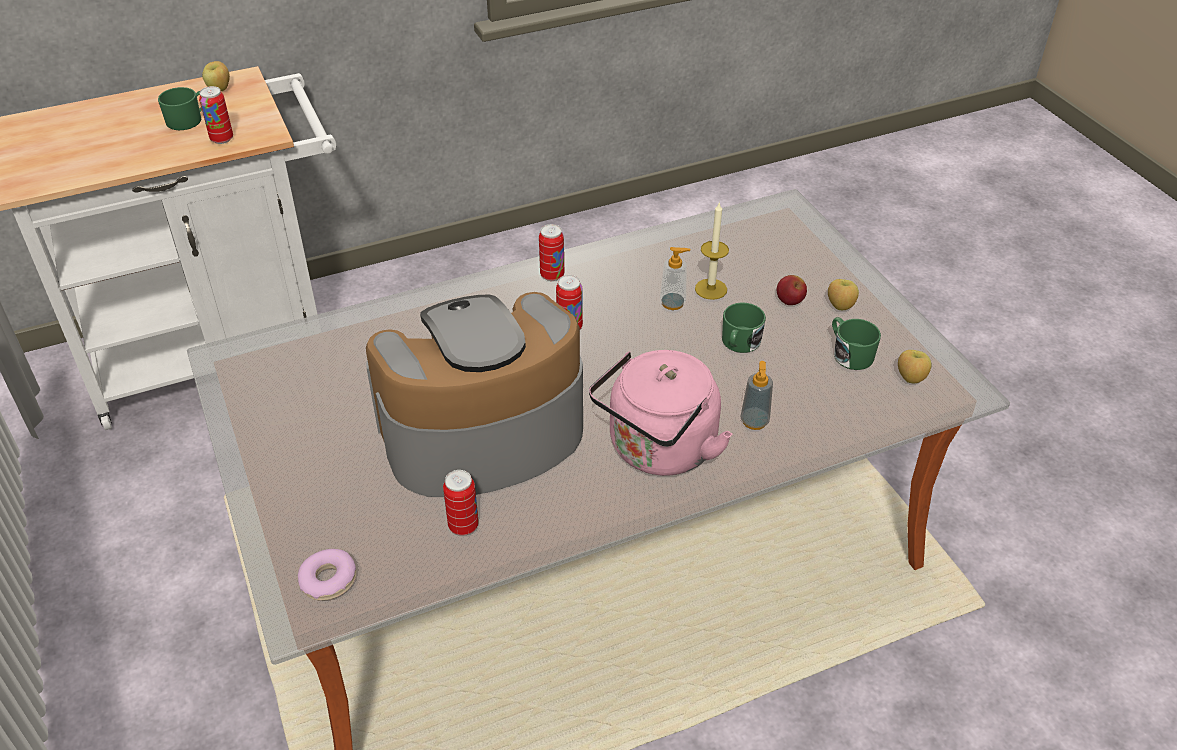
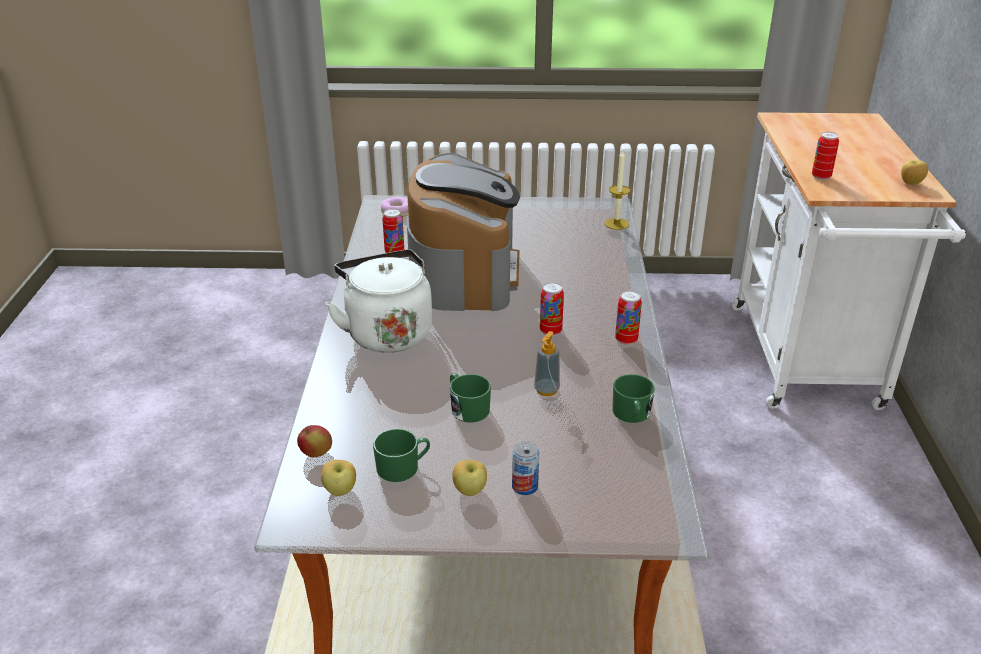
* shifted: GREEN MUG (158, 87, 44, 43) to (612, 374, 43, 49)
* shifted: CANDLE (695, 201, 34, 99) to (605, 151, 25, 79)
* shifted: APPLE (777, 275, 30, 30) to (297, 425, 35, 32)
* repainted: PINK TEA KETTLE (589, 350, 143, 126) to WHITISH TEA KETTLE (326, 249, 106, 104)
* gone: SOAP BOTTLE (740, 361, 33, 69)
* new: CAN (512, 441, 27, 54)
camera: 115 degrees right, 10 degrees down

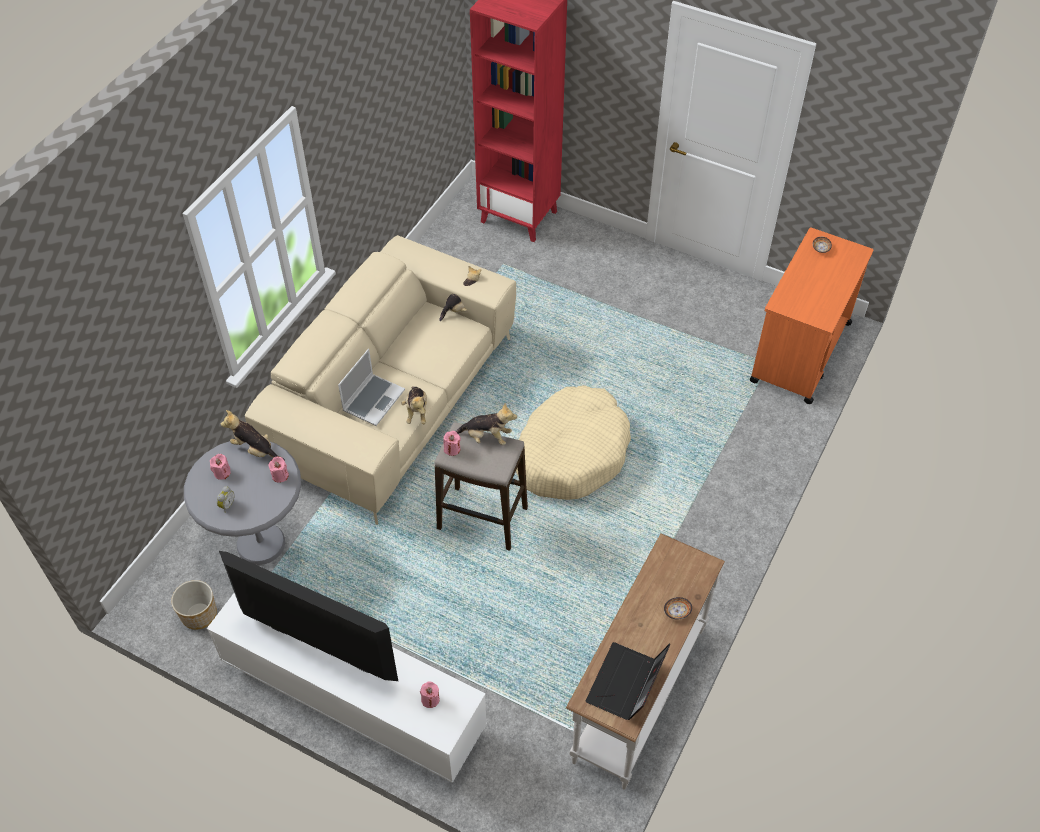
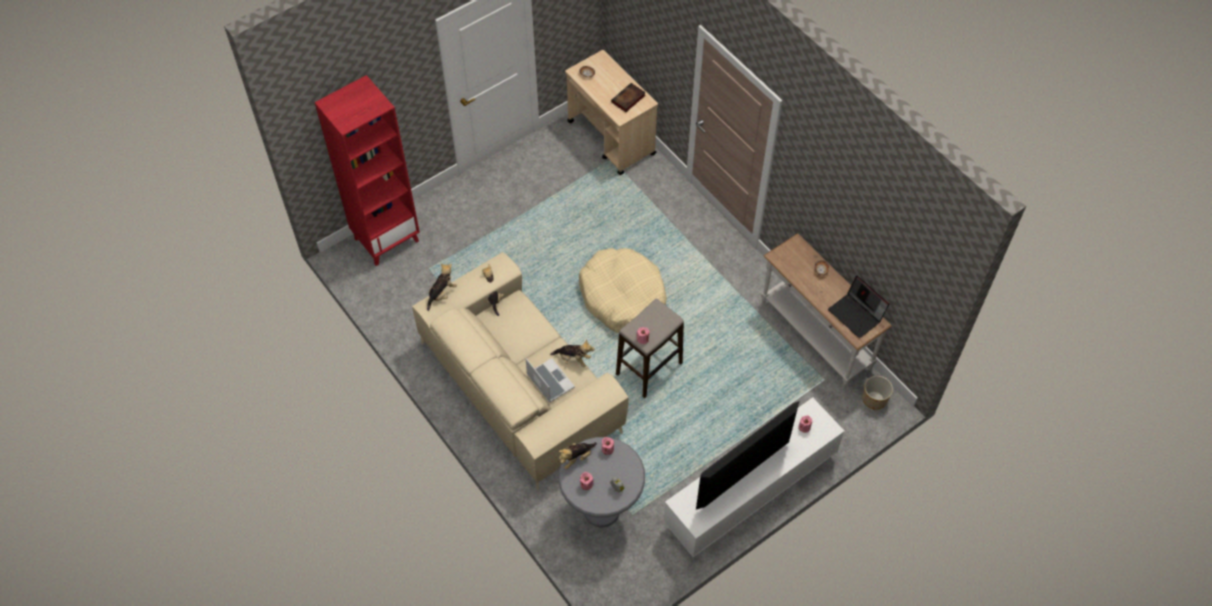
* repainted: ORANGE-COLOURED TROLLEY (749, 228, 124, 176) to BEIGE TROLLEY (565, 50, 93, 125)
* shifted: PLUSH TOY (455, 403, 62, 42) to (427, 264, 30, 47)
* shifted: PLANT POT (171, 580, 46, 50) to (862, 376, 31, 34)
* new: BOUND BOOK (611, 83, 35, 29)
camera: 65 degrees left, 5 degrees up

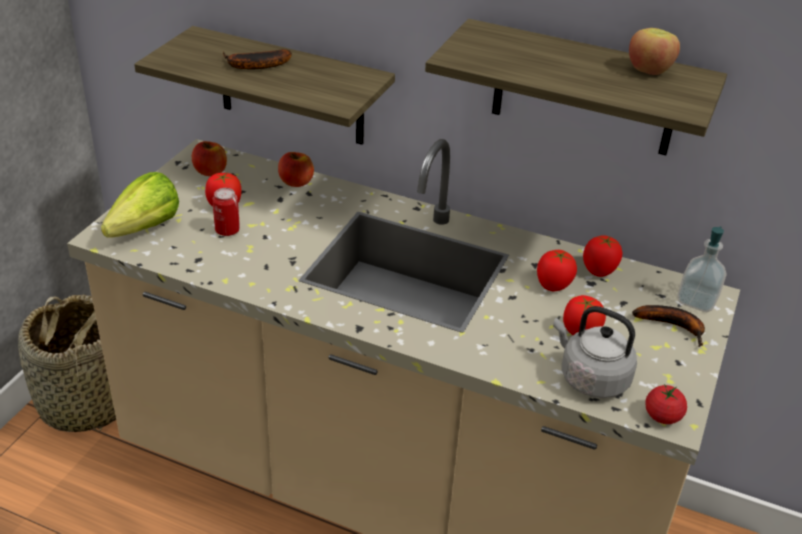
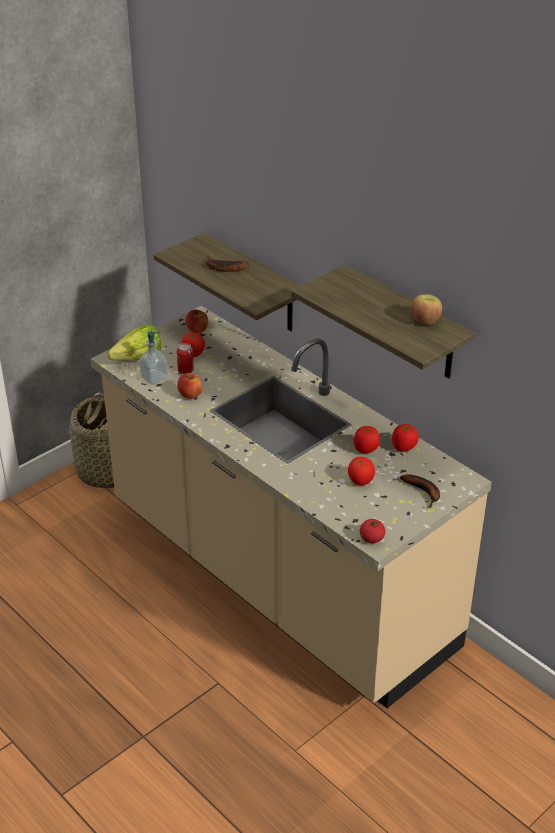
* shifted: APPLE (278, 152, 36, 35) to (177, 373, 25, 26)
* shifted: SOAP BOTTLE (677, 226, 49, 86) to (139, 331, 29, 53)
* gone: GREY TEA KETTLE (553, 306, 84, 92)
camera: 25 degrees right, 0 degrees up

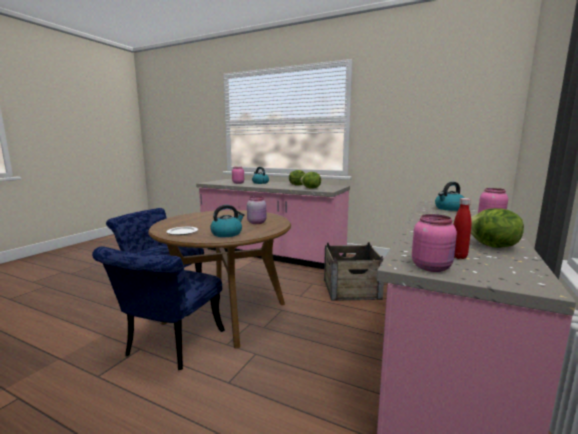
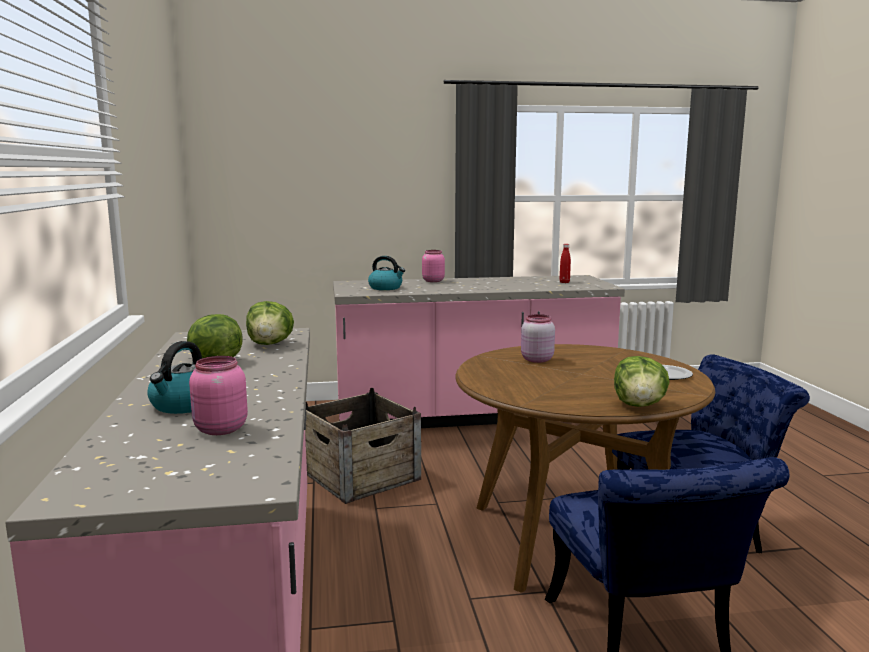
* gone: TEA KETTLE (210, 205, 34, 32)
* shifted: LETTUCE (471, 208, 53, 40) to (614, 356, 56, 51)
* gone: PINK STORAGE JAR (412, 214, 45, 58)
camera: 125 degrees left, 0 degrees up

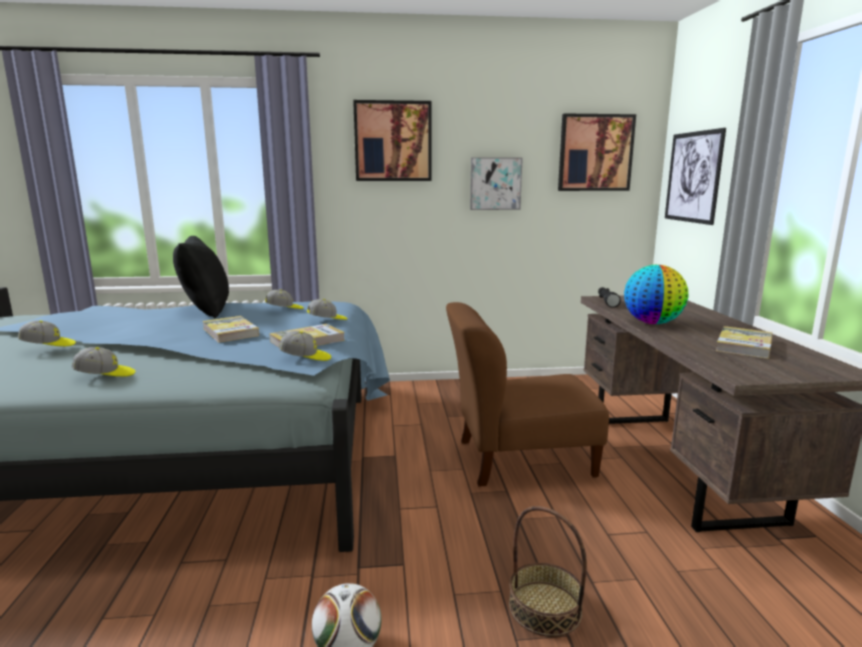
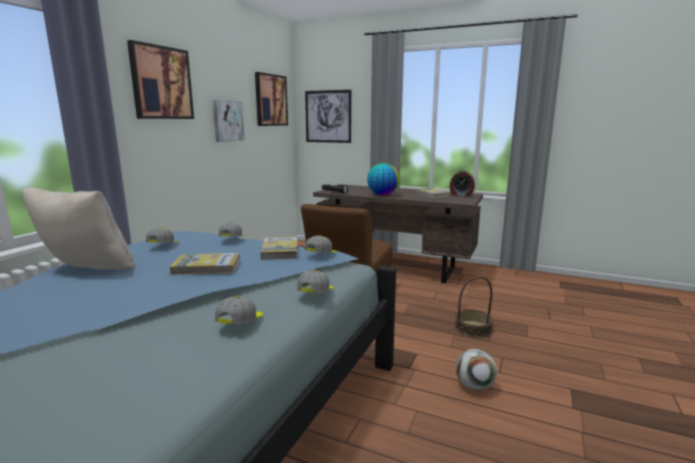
* repainted: BLACKISH THROW PILLOW (173, 236, 56, 83) to BEIGE THROW PILLOW (22, 187, 113, 83)
* shifted: PEAKED CAP (18, 321, 58, 25) to (297, 270, 37, 23)
* new: TABLE CLOCK (450, 171, 25, 25)
camera: 60 degrees left, 0 degrees up

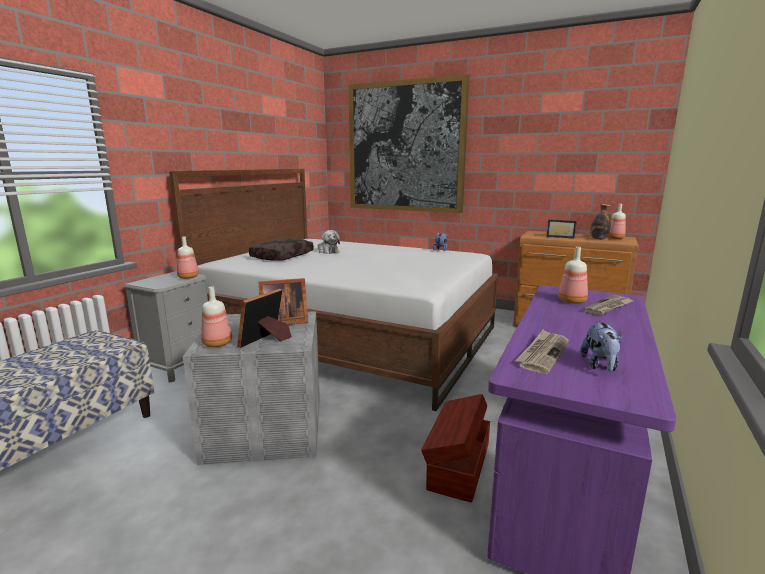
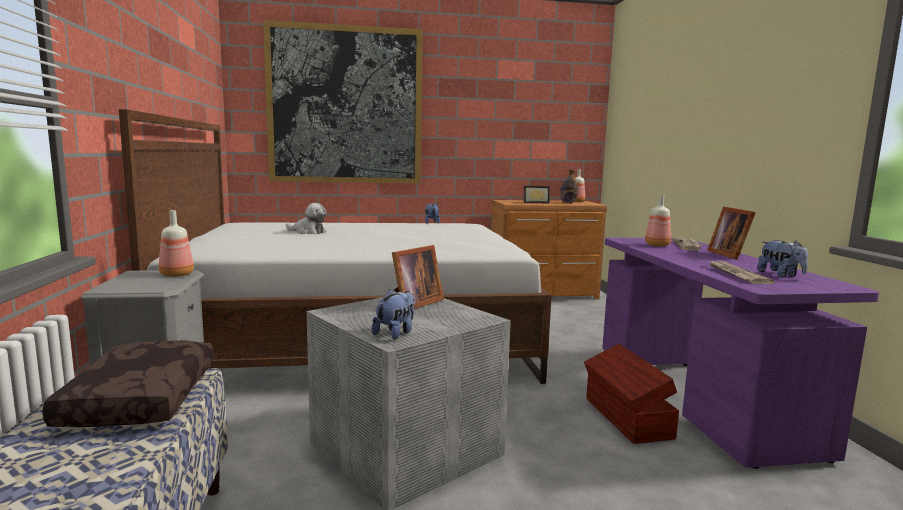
* shifted: BROWN-COLOURED THROW PILLOW (249, 238, 65, 23) to (42, 340, 172, 87)
* swapped: DRINK BOTTLE (201, 287, 31, 60) to PLUSH TOY (371, 289, 44, 51)
* shifted: PHOTO FRAME (237, 288, 55, 60) to (707, 206, 49, 54)
camera: 35 degrees left, 5 degrees down

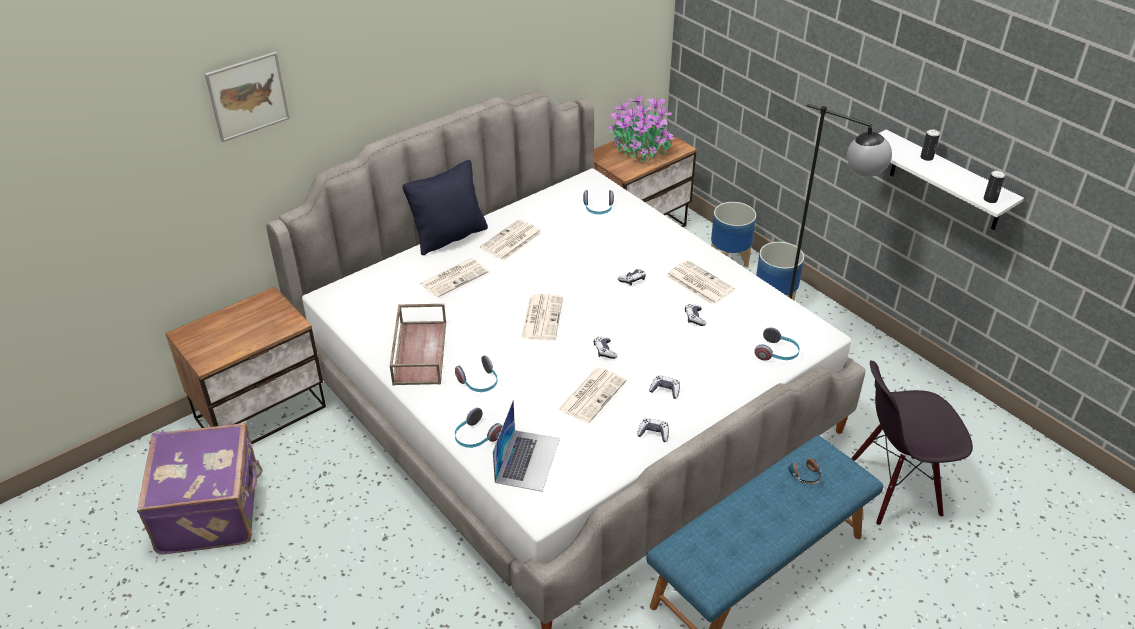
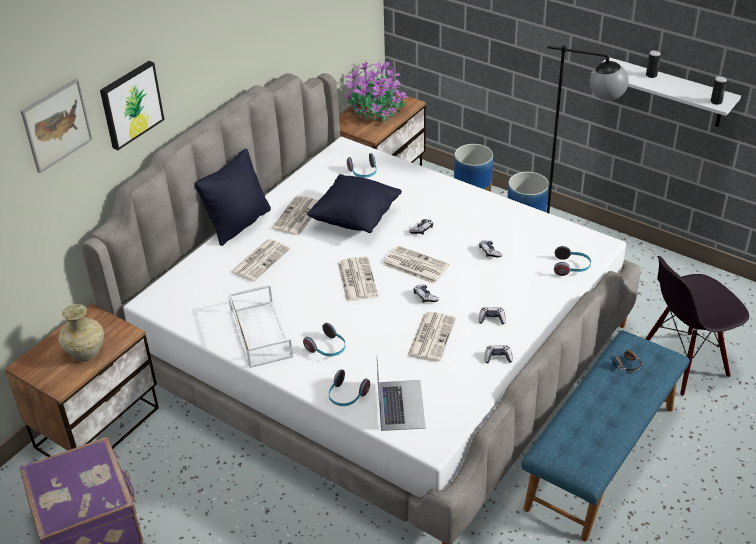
* shifted: NEWSPAPER (666, 260, 69, 45) to (383, 246, 66, 38)
* repainted: BROWN-COLOURED CARRYING TRAY (390, 304, 56, 81) to WHITISH CARRYING TRAY (228, 285, 65, 83)
* new: PICTURE (100, 61, 64, 89)
* new: BLACKISH THROW PILLOW (307, 174, 95, 59)
* new: BEIGE VASE (59, 304, 45, 58)
camera: 15 degrees left, 0 degrees up

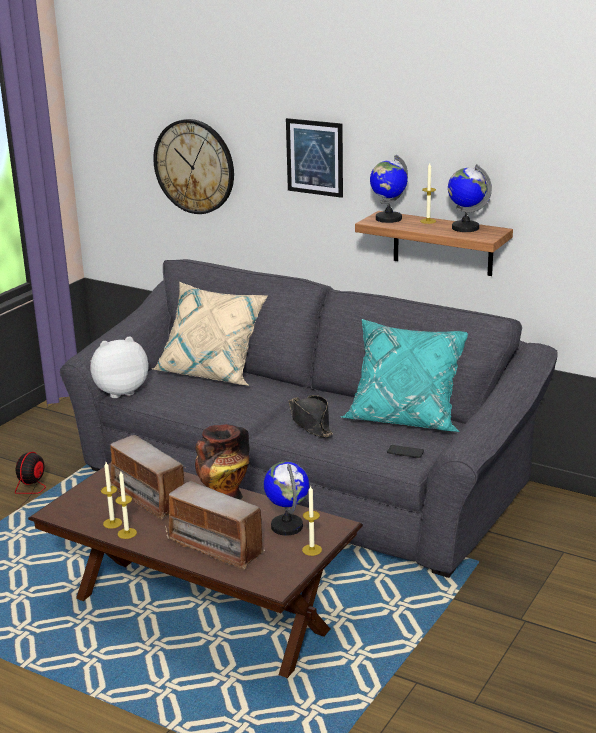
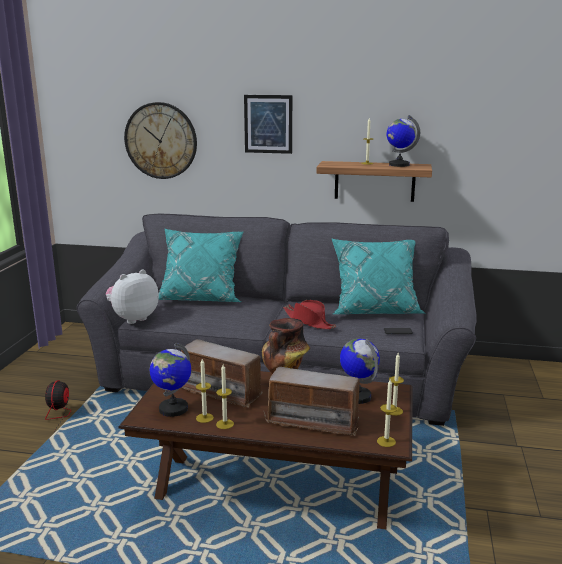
* shifted: DESK GLOBE (370, 155, 38, 68) to (150, 343, 41, 74)
* repainted: BEIGE THROW PILLOW (152, 282, 115, 104) to TURQUOISE-COLOURED THROW PILLOW (158, 229, 85, 73)
* repainted: BLACKISH HAT (289, 395, 44, 42) to REDDISH HAT (283, 300, 53, 29)
* new: CANDLE (377, 379, 20, 68)
camera: 20 degrees left, 5 degrees down

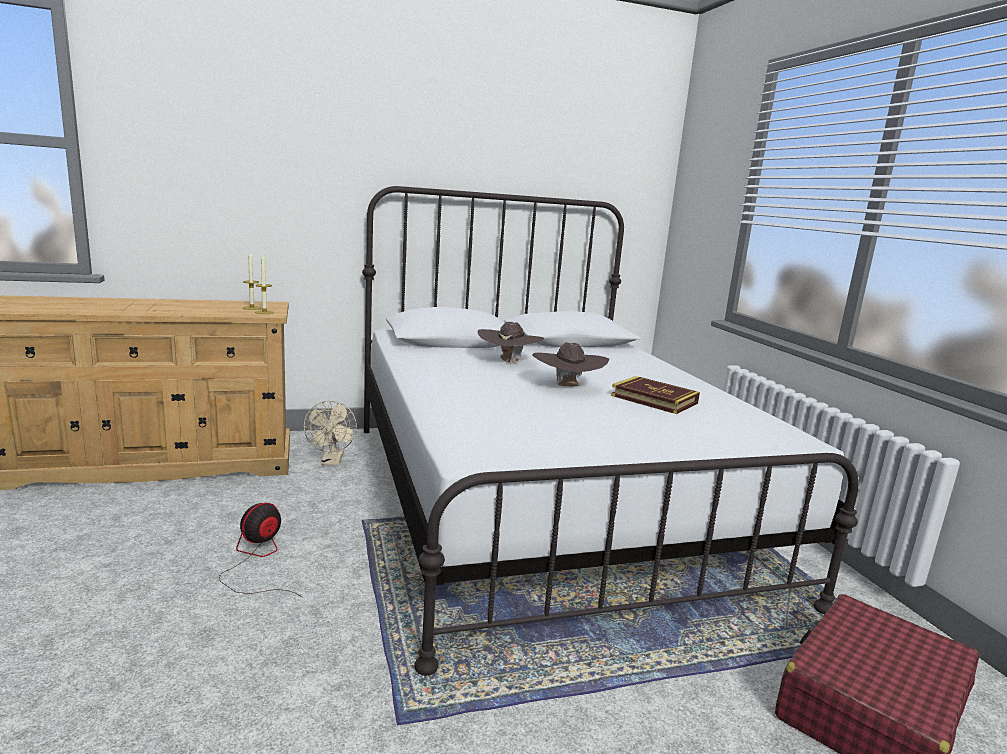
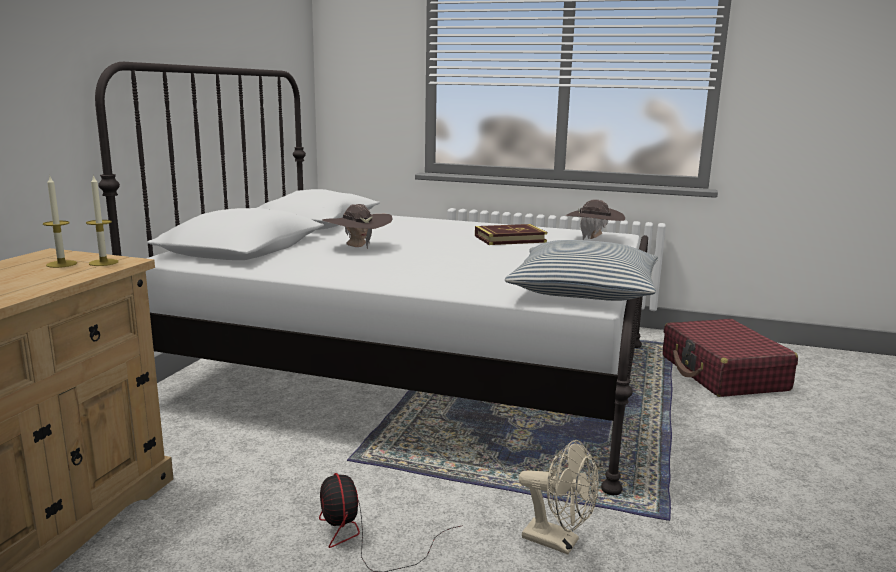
* shifted: BROWN-COLOURED HAT (532, 342, 77, 44) to (566, 200, 59, 40)
* shifted: BEIGE FAN (304, 401, 53, 65) to (519, 440, 80, 115)
* new: THROW PILLOW (505, 240, 153, 61)
camera: 55 degrees left, 0 degrees up

